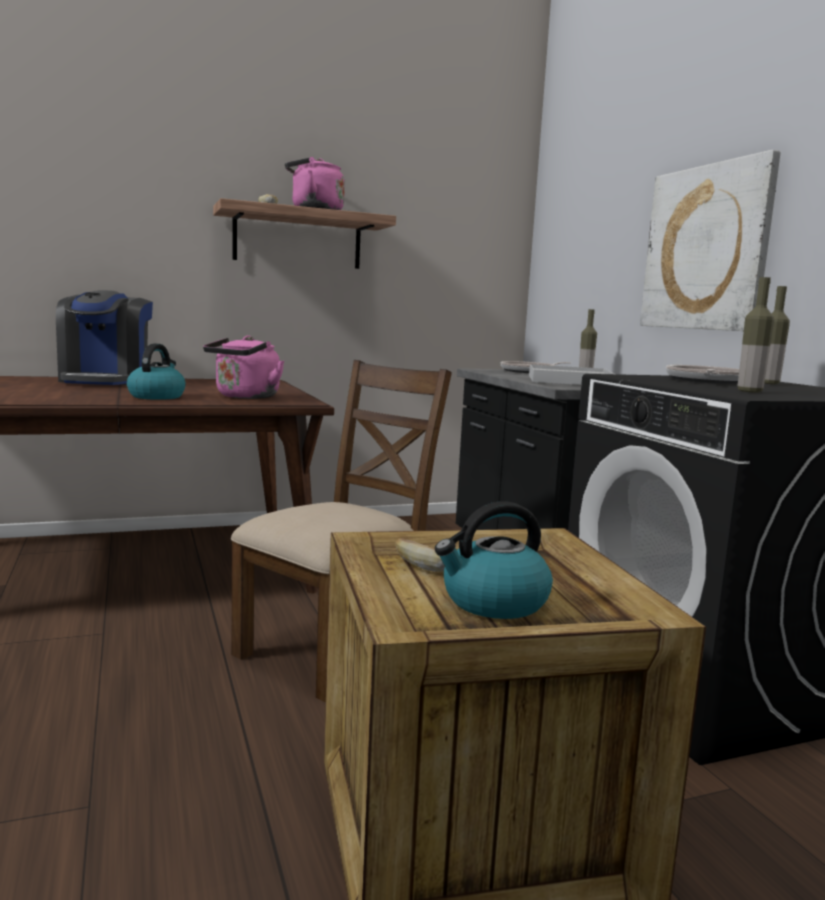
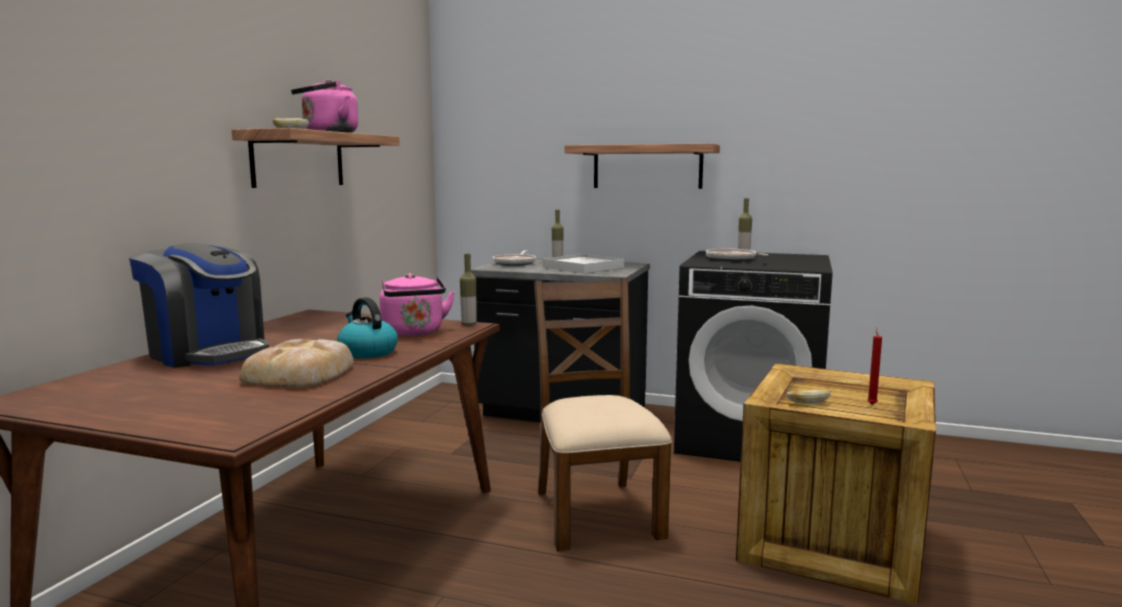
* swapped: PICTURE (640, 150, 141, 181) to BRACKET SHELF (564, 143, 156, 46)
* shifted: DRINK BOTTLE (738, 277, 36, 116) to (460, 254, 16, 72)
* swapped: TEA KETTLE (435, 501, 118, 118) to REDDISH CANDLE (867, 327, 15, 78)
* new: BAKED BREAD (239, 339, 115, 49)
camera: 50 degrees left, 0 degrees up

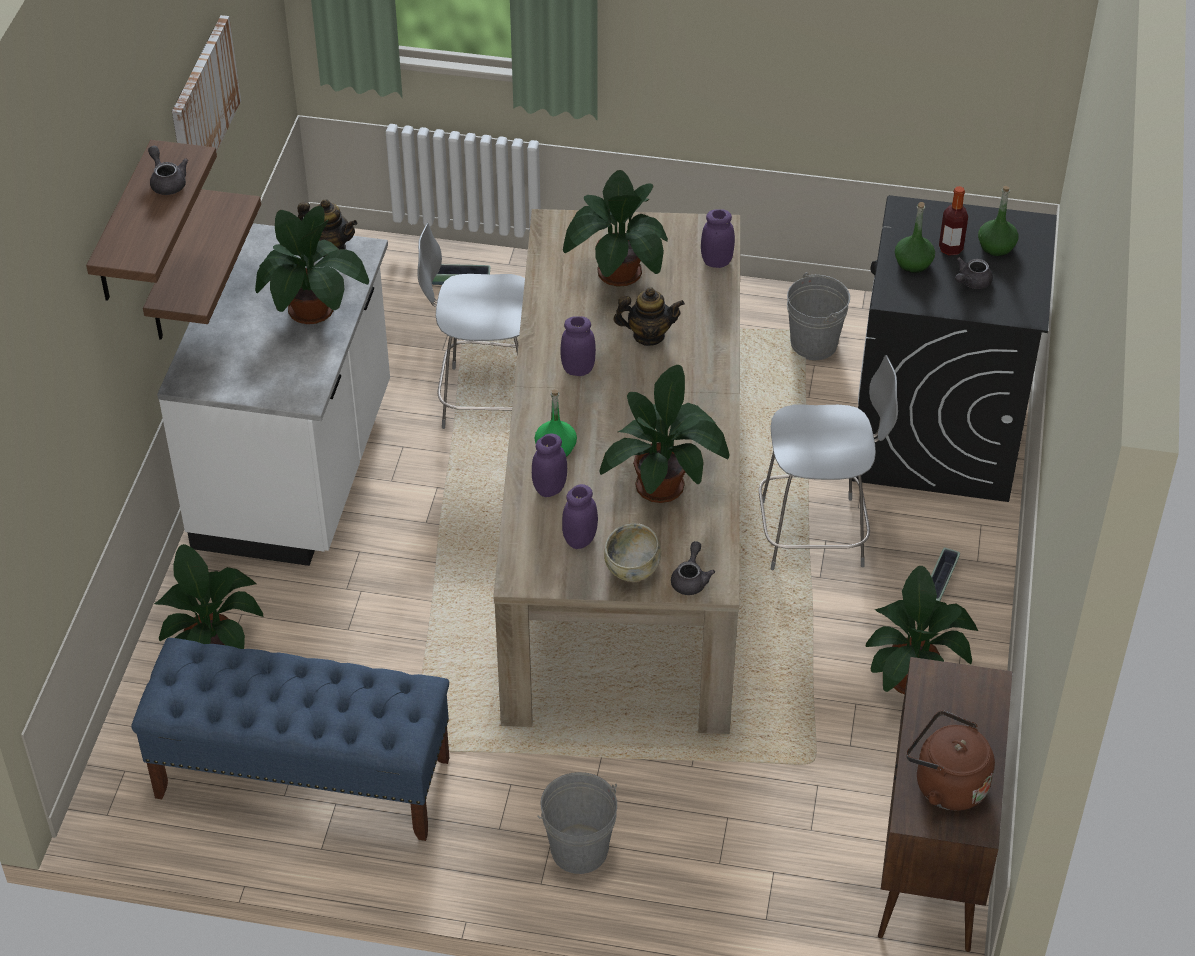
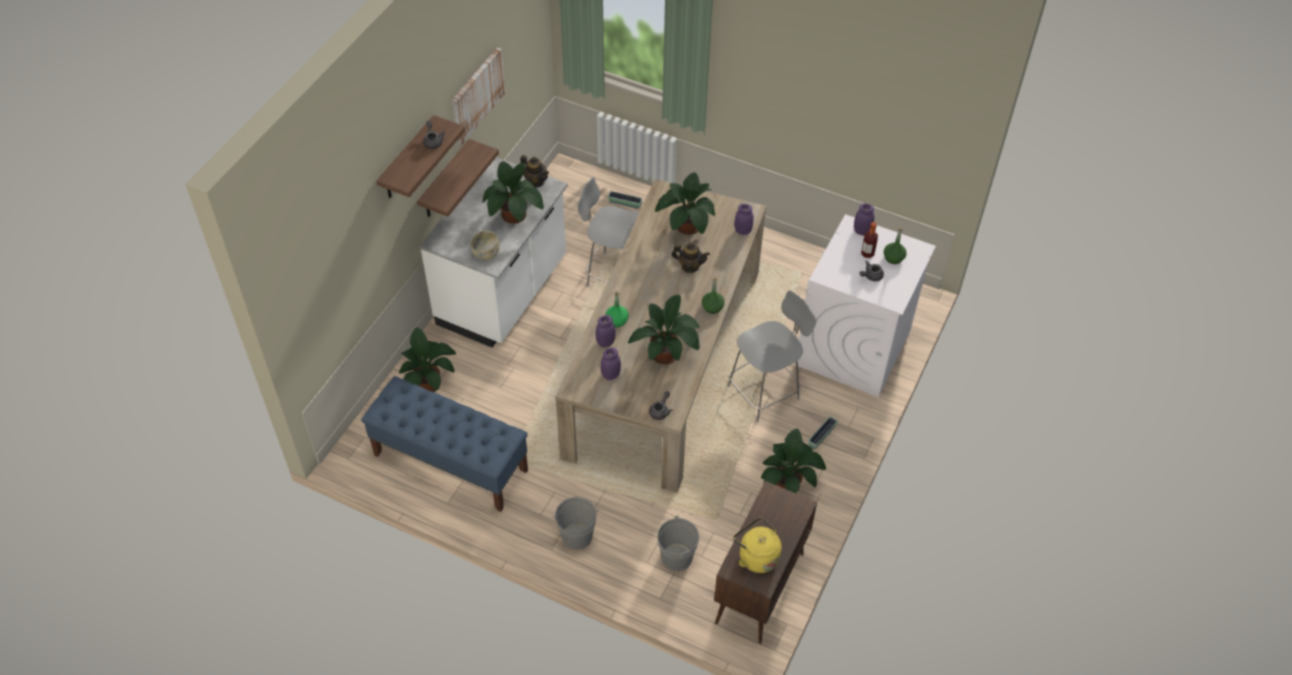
* repainted: BLACKISH LAUNDRY APPLIANCE (852, 195, 205, 307) to WHITISH LAUNDRY APPLIANCE (795, 214, 141, 183)
* shifted: GREEN DRINK BOTTLE (895, 202, 40, 71) to (702, 278, 23, 36)
* shifted: GREY WATER BUCKET (787, 272, 63, 88) to (658, 515, 41, 56)
* shifted: PURPLE-COLOURED STORAGE JAR (560, 316, 36, 60) to (854, 203, 20, 33)
* rotated: GREY CHAIR (759, 355, 139, 215) = (728, 290, 88, 132) 45 degrees counterclockwise
* shifted: BEIGE BOWL (604, 523, 57, 59) to (470, 230, 30, 30)
* repainted: BROWN-COLOURED TEA KETTLE (907, 710, 88, 101) to YELLOW-COLOURED TEA KETTLE (733, 517, 49, 56)
camera: 15 degrees right, 5 degrees up

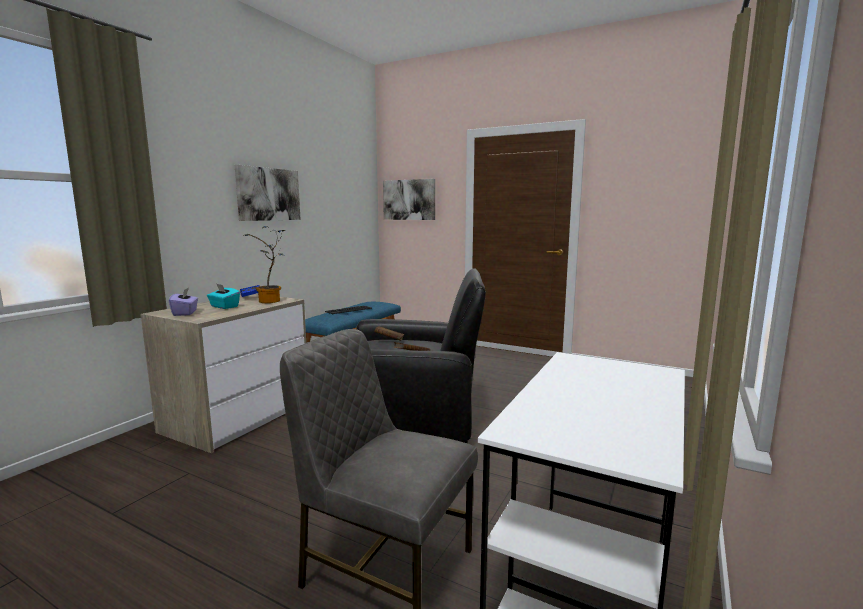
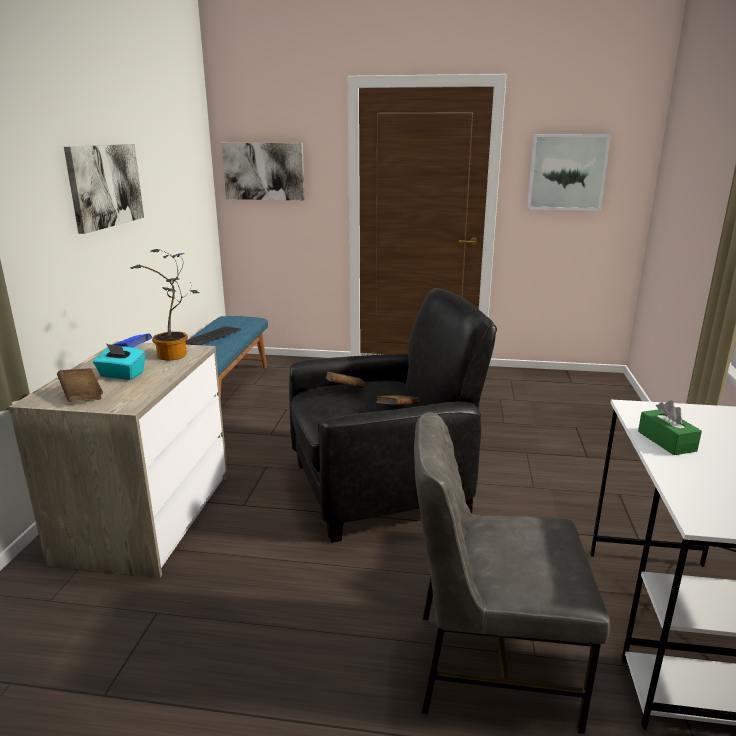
* swapped: PURPLE-COLOURED BOX OF TISSUES (169, 288, 29, 28) to BROWN-COLOURED BOUND BOOK (57, 368, 46, 34)
* new: PICTURE (527, 134, 84, 77)
* new: GREEN BOX OF TISSUES (638, 400, 64, 55)
camera: 20 degrees left, 10 degrees up

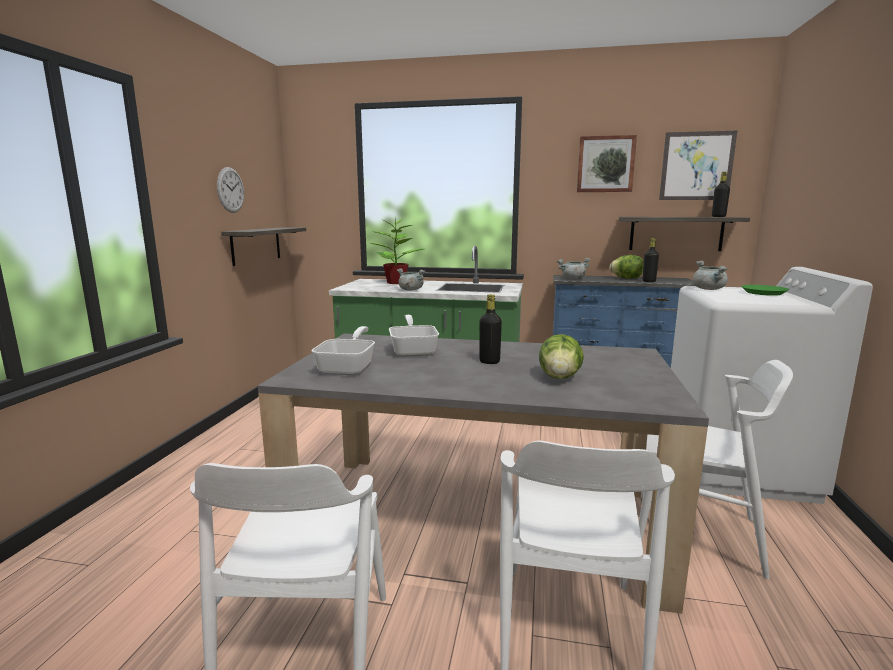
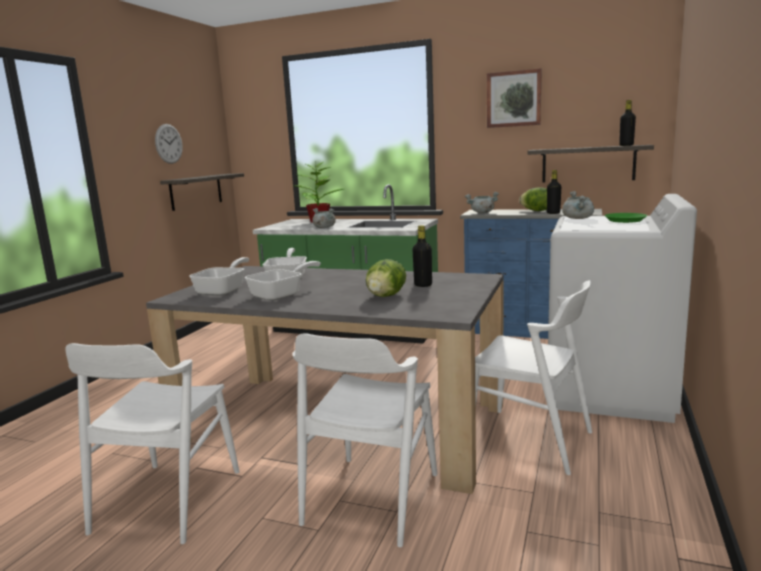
* gone: PICTURE (659, 131, 78, 69)
* shifted: BLACKISH DRINK BOTTLE (479, 294, 23, 70) to (412, 225, 20, 62)
* new: SKILLET (245, 261, 76, 40)
camera: 10 degrees right, 0 degrees up

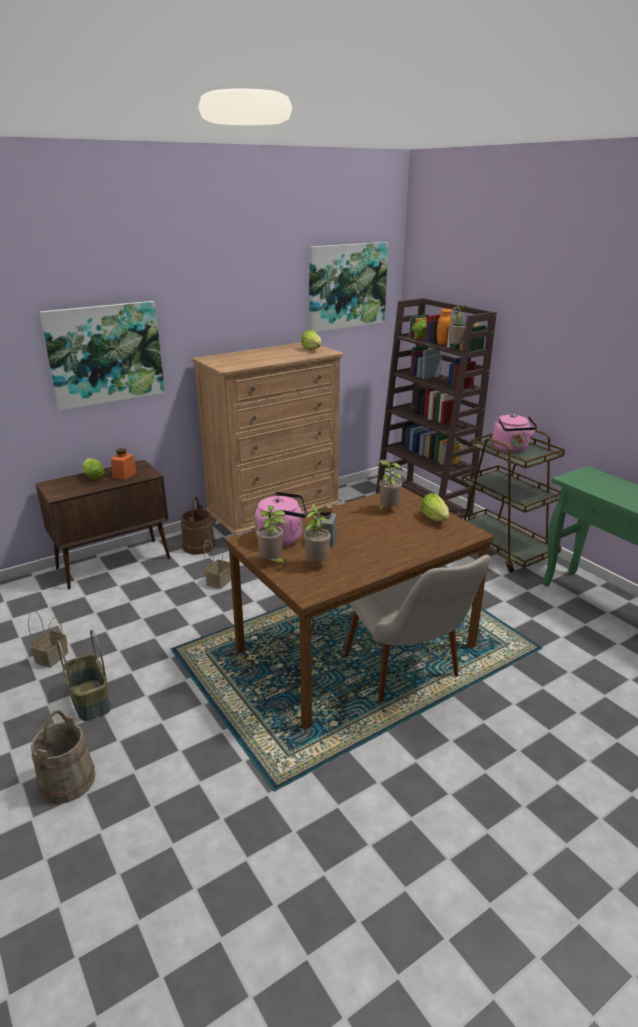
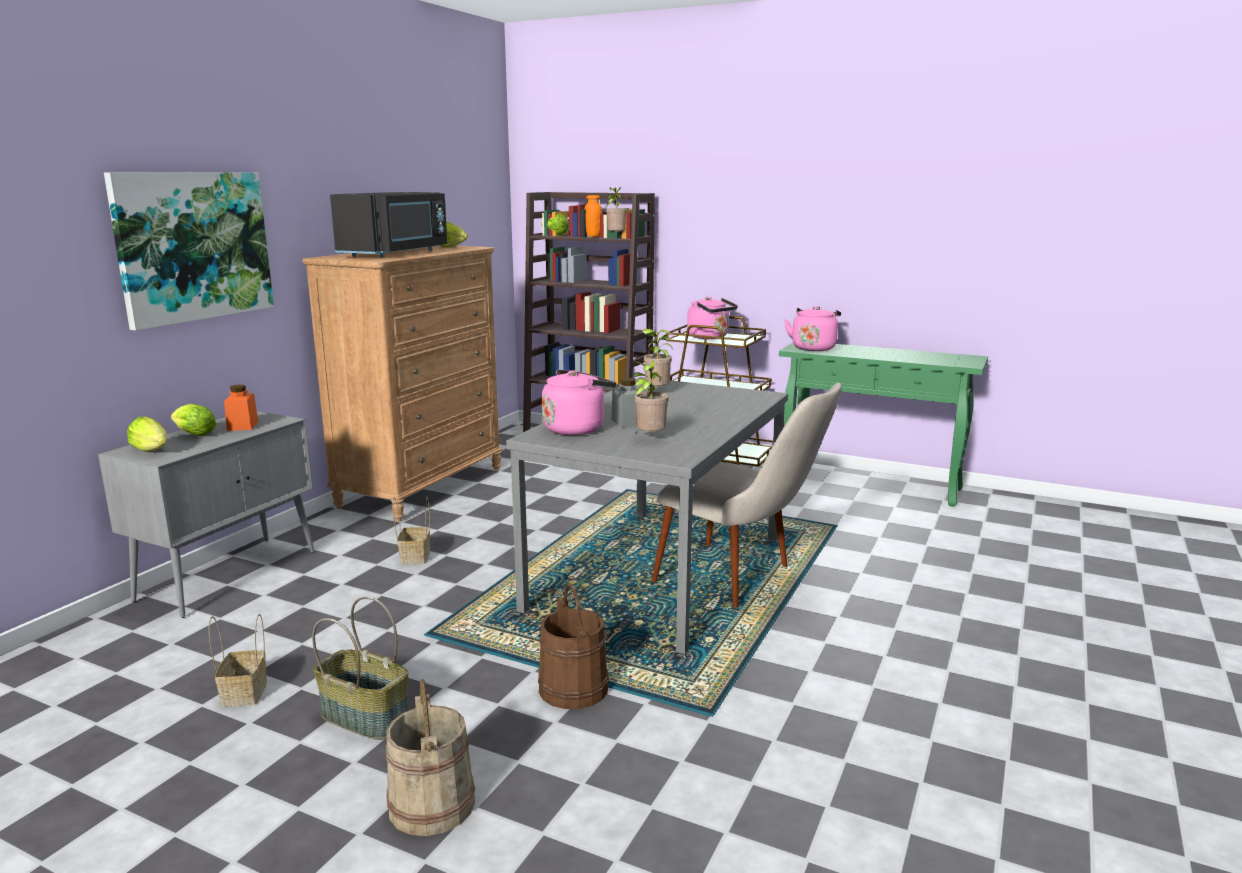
* gone: PICTURE (309, 242, 79, 90)
* repainted: BROWN-COLOURED CUPBOARD (35, 460, 135, 130) to GREY CUPBOARD (98, 411, 217, 207)
* repainted: BROWN-COLOURED DINNER TABLE (225, 487, 269, 243) to GREY DINNER TABLE (506, 377, 282, 277)
* shifted: LETTUCE (421, 493, 28, 28) to (127, 417, 40, 35)
* shifted: BROWN-COLOURED WATER BUCKET (181, 497, 34, 58) to (538, 583, 70, 126)
* gone: POTTED PLANT (257, 505, 29, 60)
* new: BLACKISH KITCHEN MICROWAVE (330, 192, 117, 65)
* new: PINK TEA KETTLE (784, 306, 57, 45)
camera: 30 degrees left, 10 degrees down

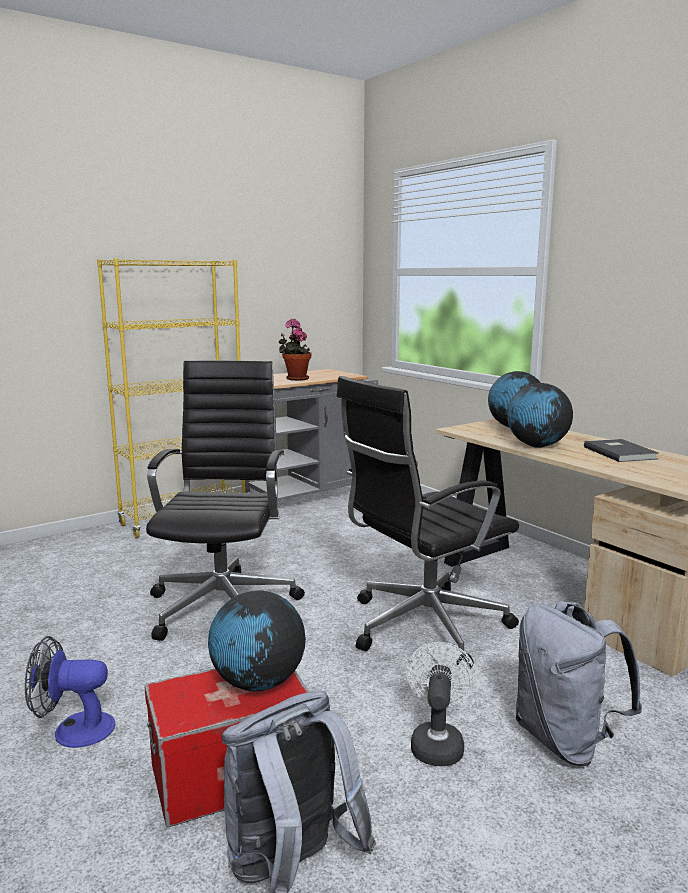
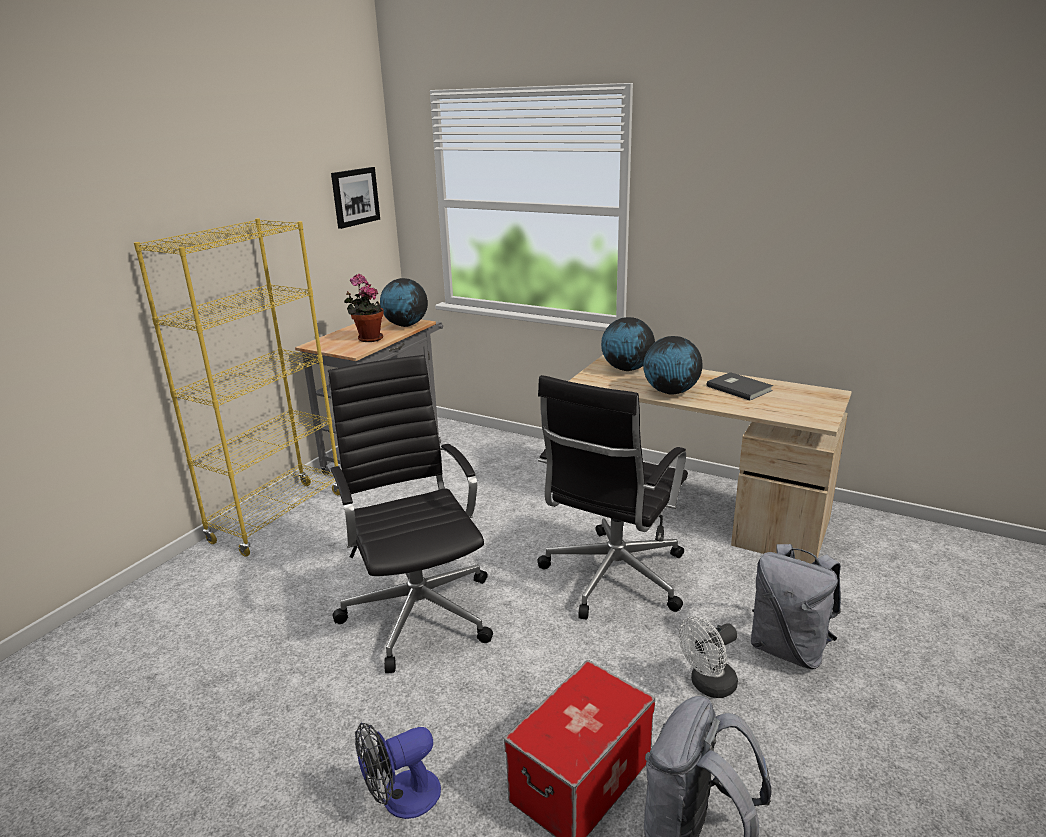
* shifted: DESK GLOBE (208, 590, 98, 101) to (380, 278, 48, 49)
* rotated: WHITISH FAN (406, 642, 70, 124) = (679, 616, 59, 82) 105 degrees counterclockwise
* new: PICTURE (331, 167, 49, 62)
camera: 25 degrees left, 10 degrees up

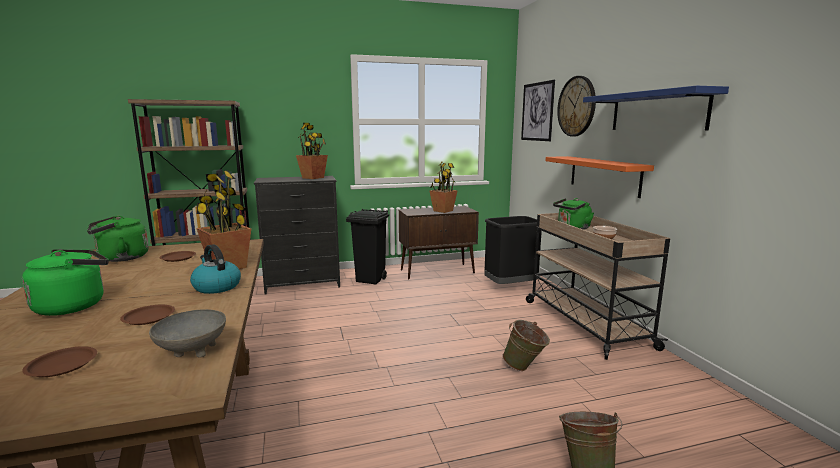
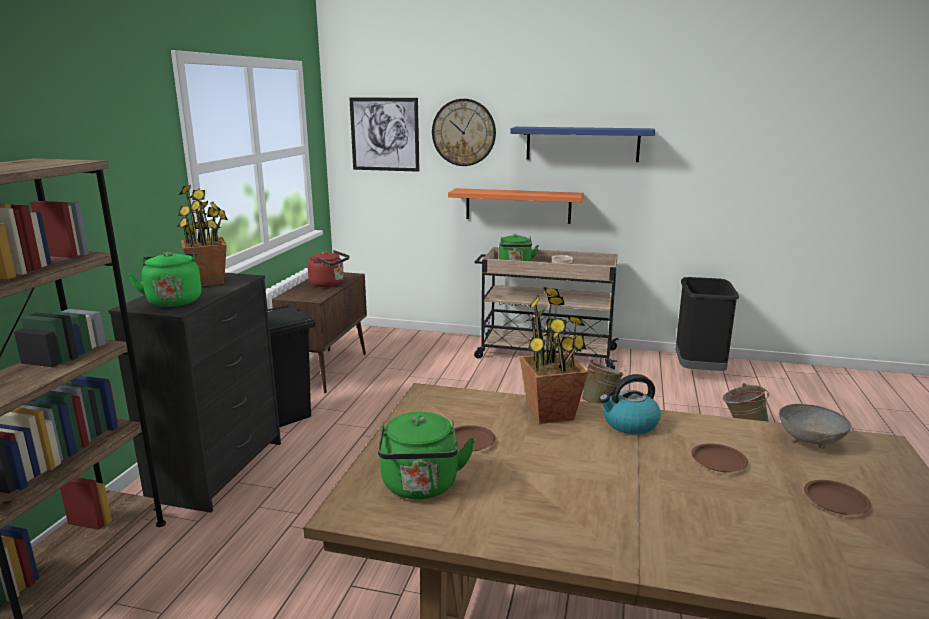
* swapped: POTTED PLANT (430, 161, 28, 52) to REDDISH TEA KETTLE (308, 250, 41, 37)
* shifted: BLACKISH TRASH CAN (484, 216, 58, 68) to (676, 277, 63, 94)
* shifted: GREEN TEA KETTLE (22, 249, 87, 67) to (128, 252, 74, 55)
camera: 60 degrees left, 5 degrees up

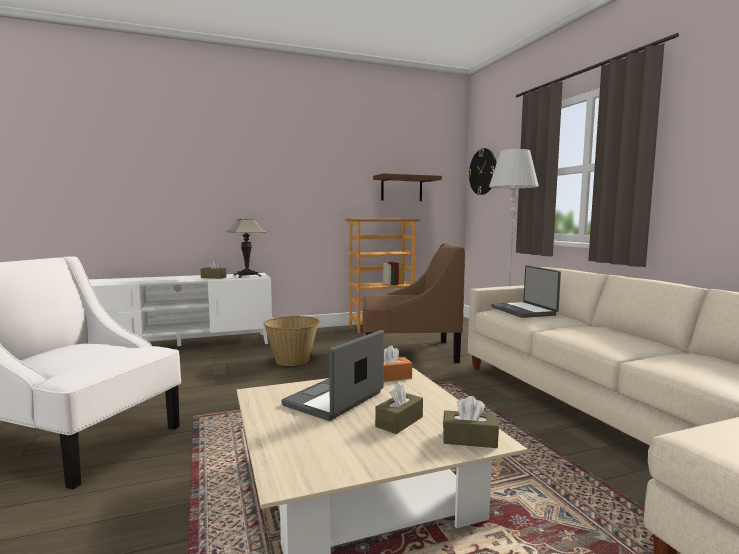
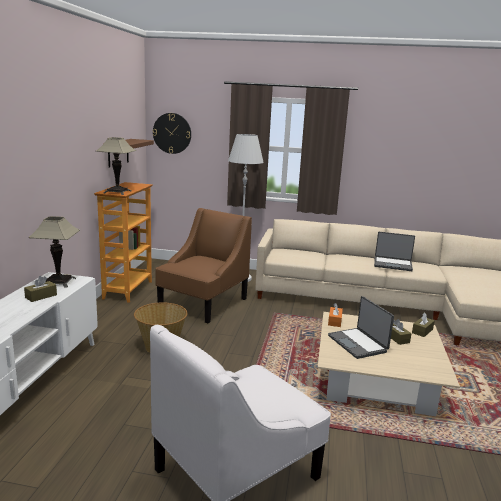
* shifted: LAPTOP (491, 266, 70, 52) to (374, 232, 41, 39)
* new: LAMP FOR A TABLE (96, 137, 40, 58)
camera: 60 degrees left, 10 degrees up

